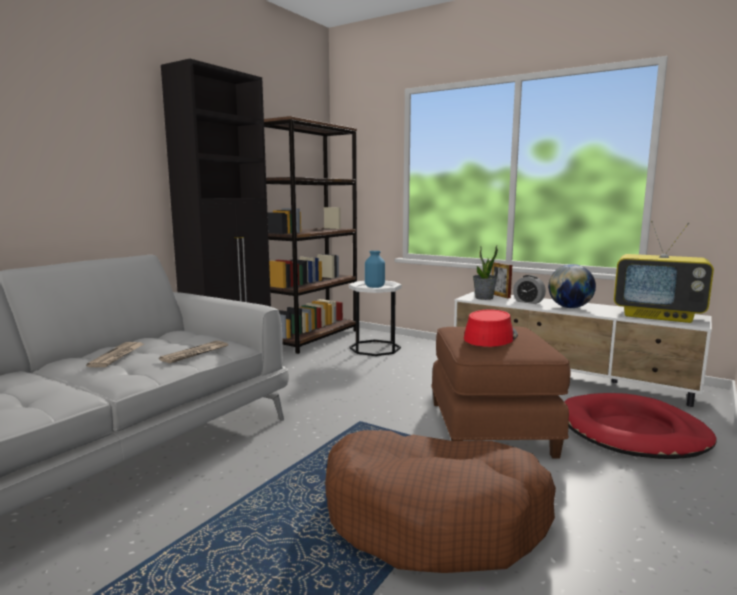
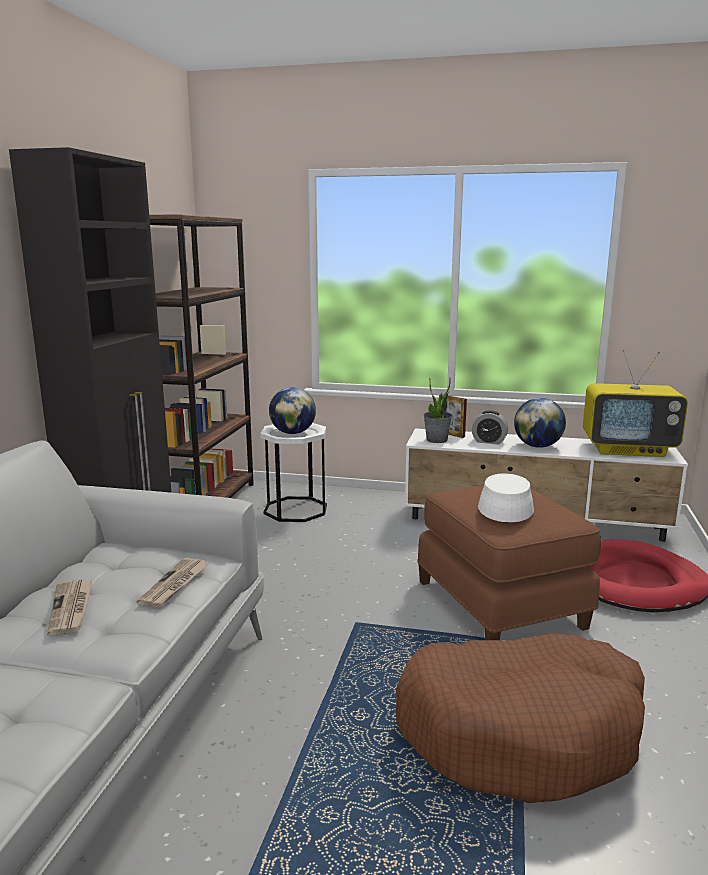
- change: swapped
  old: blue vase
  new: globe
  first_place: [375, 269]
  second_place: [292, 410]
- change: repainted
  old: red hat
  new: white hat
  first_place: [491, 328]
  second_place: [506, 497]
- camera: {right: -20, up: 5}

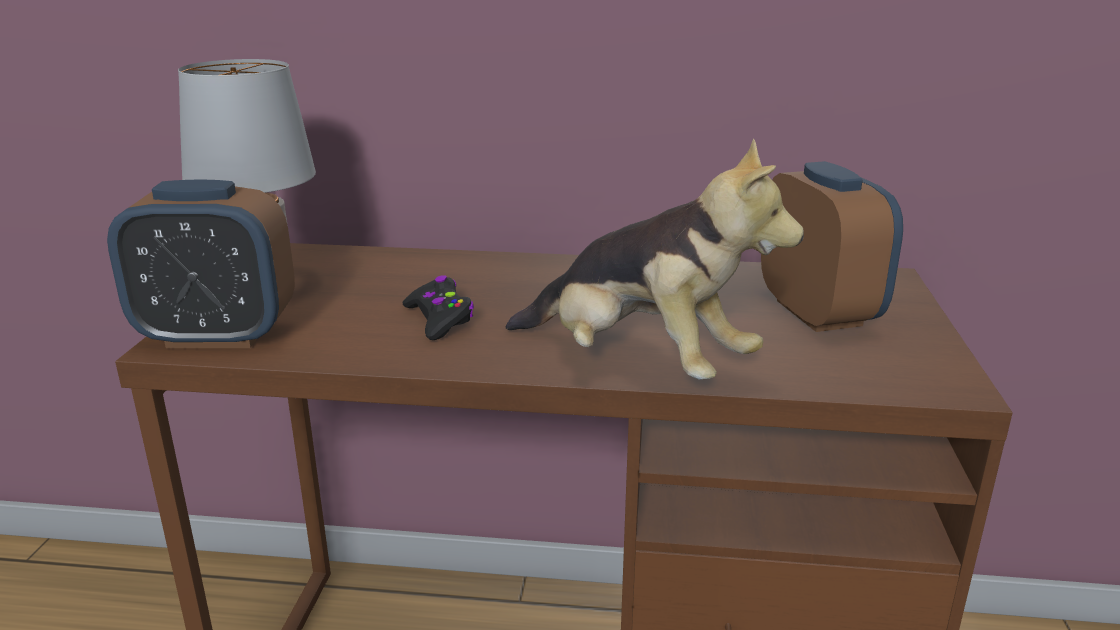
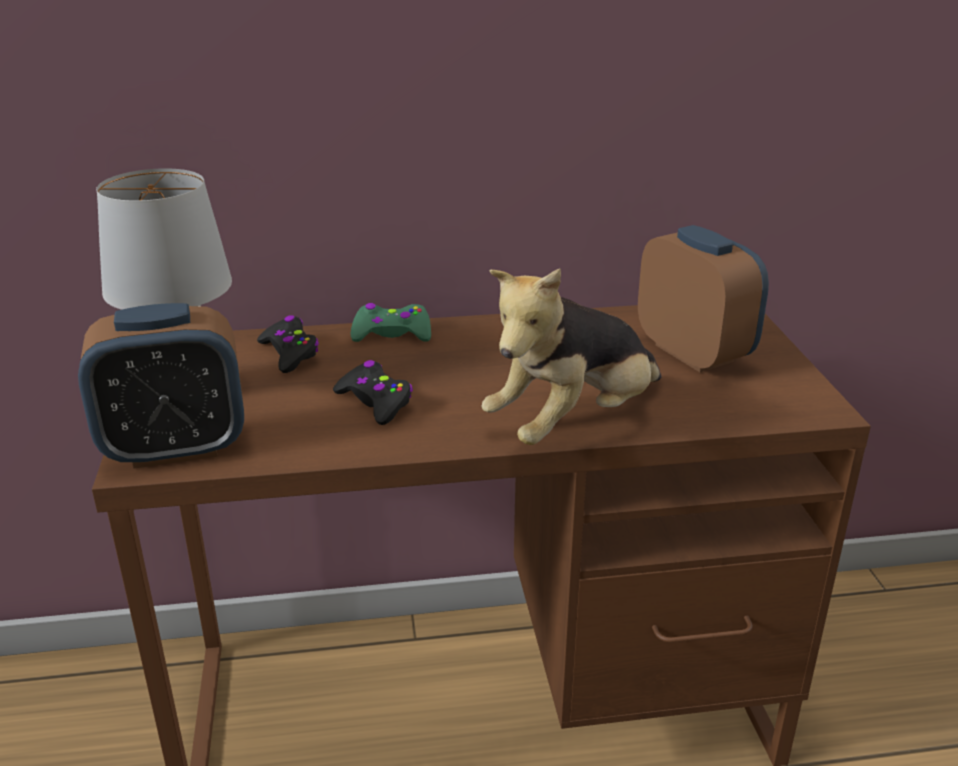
- change: new
  new: black game controller
  second_place: [288, 344]
- change: new
  new: green game controller
  second_place: [391, 322]
- change: rotated
  old: plush toy
  first_place: [654, 258]
  second_place: [571, 356]
  degrees: 120
- camera: {right: -15, up: 5}

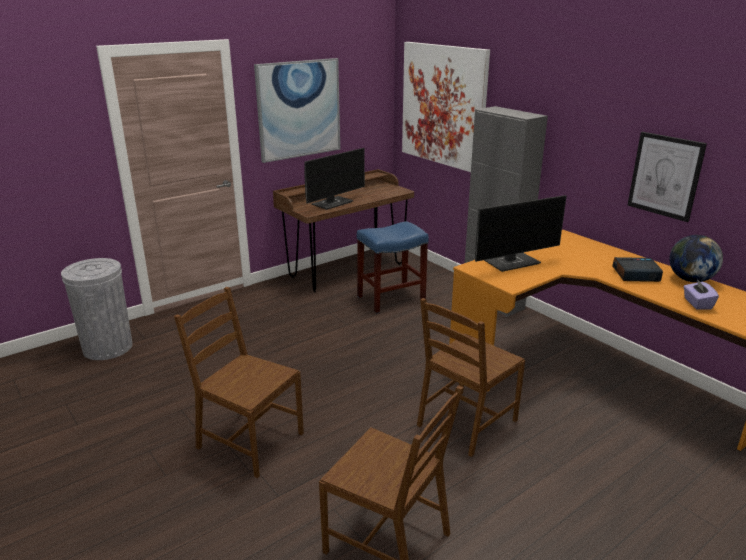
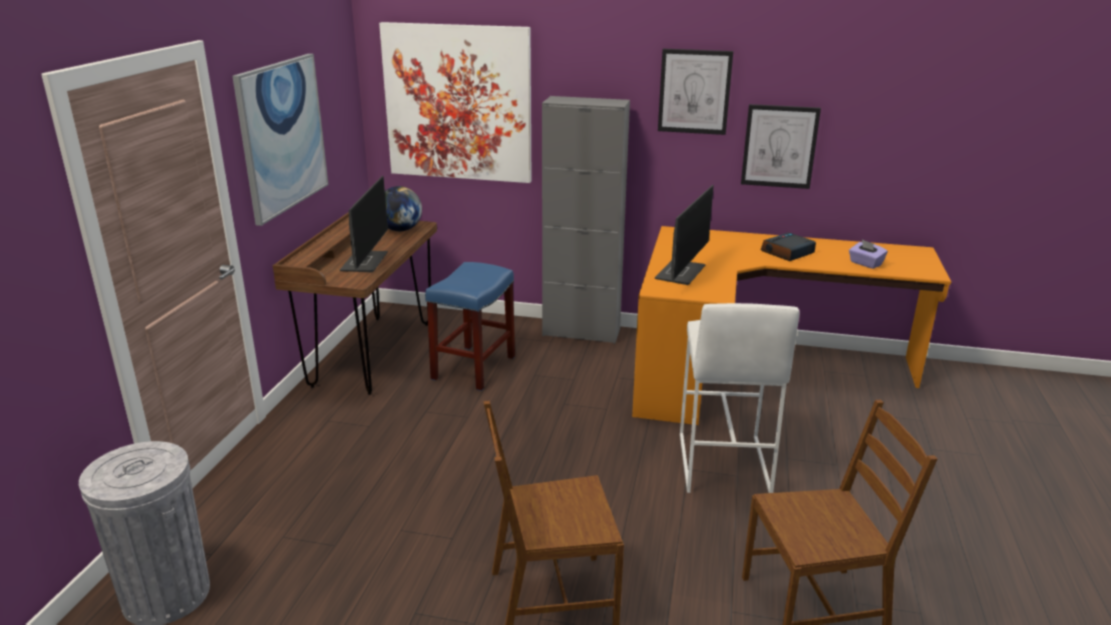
- change: new
  new: picture
  second_place: [695, 92]
- change: shifted
  old: globe
  first_place: [696, 258]
  second_place: [403, 208]
- change: swapped
  old: brown chair
  new: white stool
  first_place: [471, 377]
  second_place: [740, 398]
- camera: {right: -40, up: 0}

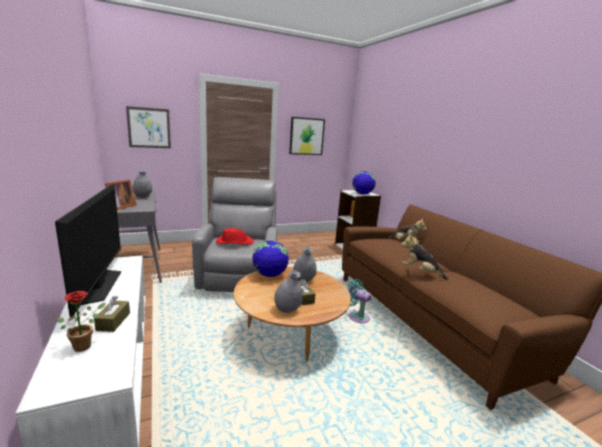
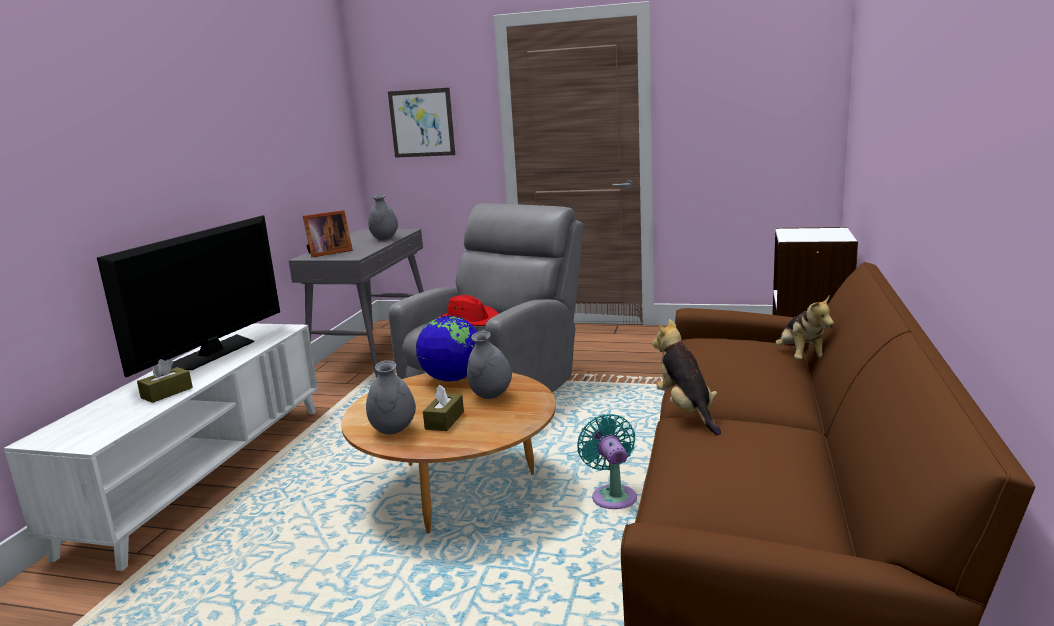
- change: gone
  old: potted plant
  first_place: [81, 321]
- change: gone
  old: picture
  first_place: [307, 136]
- change: gone
  old: globe
  first_place: [364, 182]
- camera: {right: 40, up: 0}

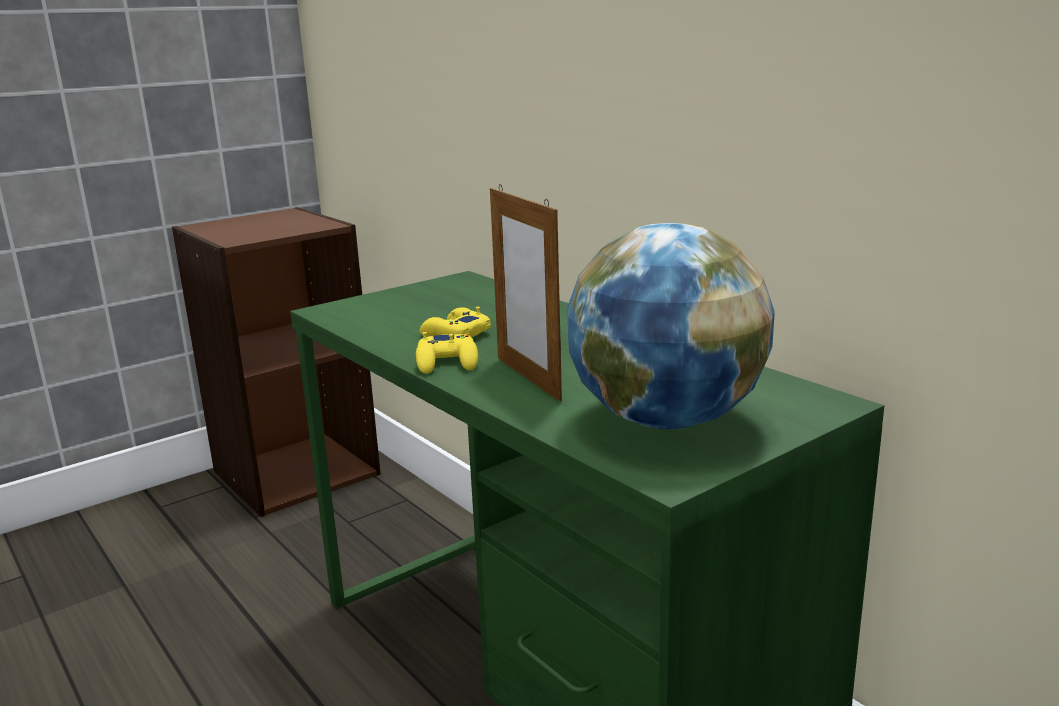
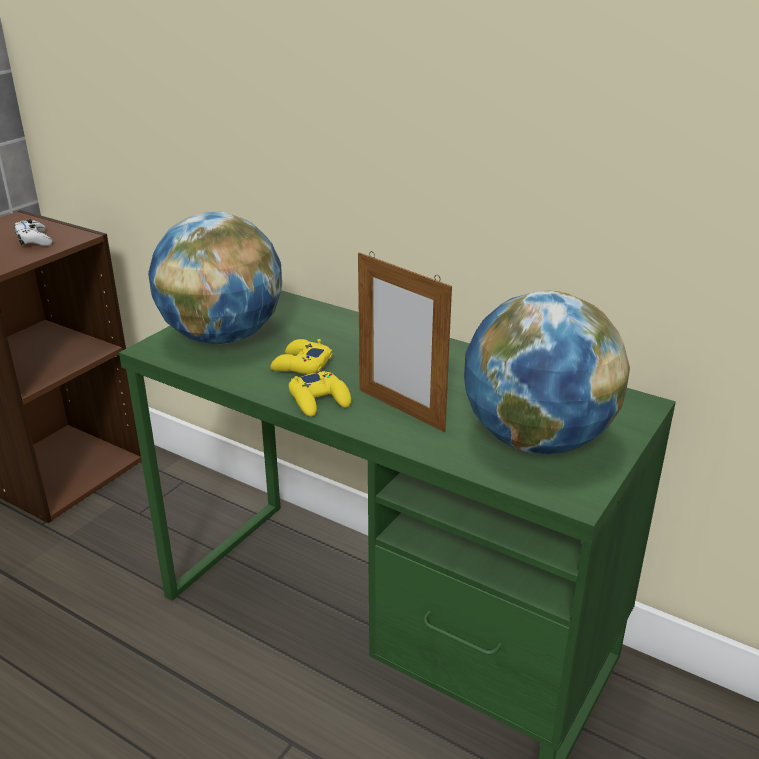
- change: new
  new: white game controller
  second_place: [33, 232]
- change: new
  new: globe
  second_place: [215, 277]
- camera: {right: -20, up: 10}

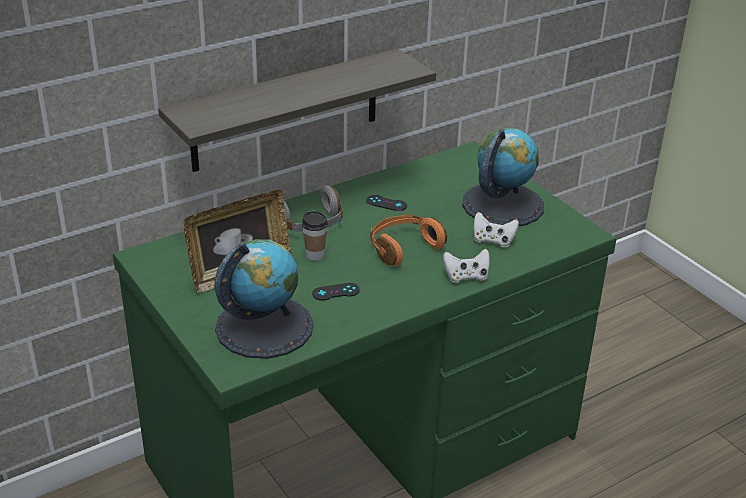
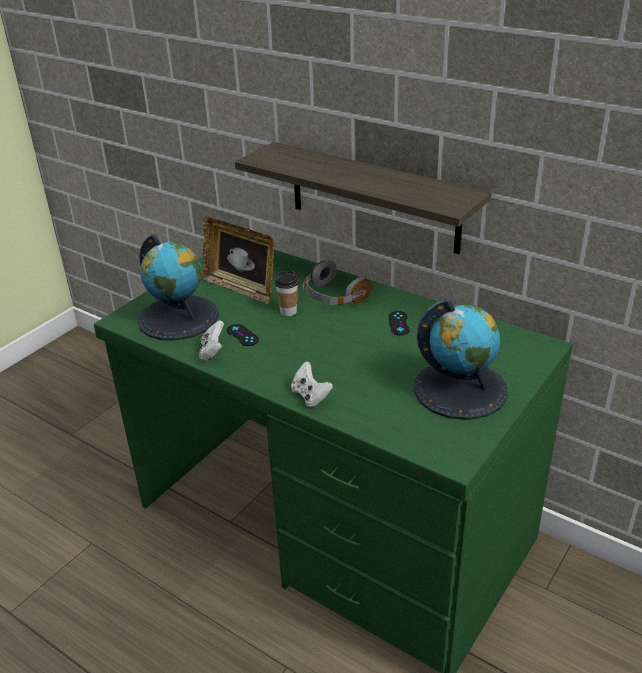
- change: gone
  old: orange headphones
  first_place: [408, 240]
- change: shifted
  old: white game controller
  first_place: [496, 230]
  second_place: [211, 340]
- camera: {right: 70, up: 0}

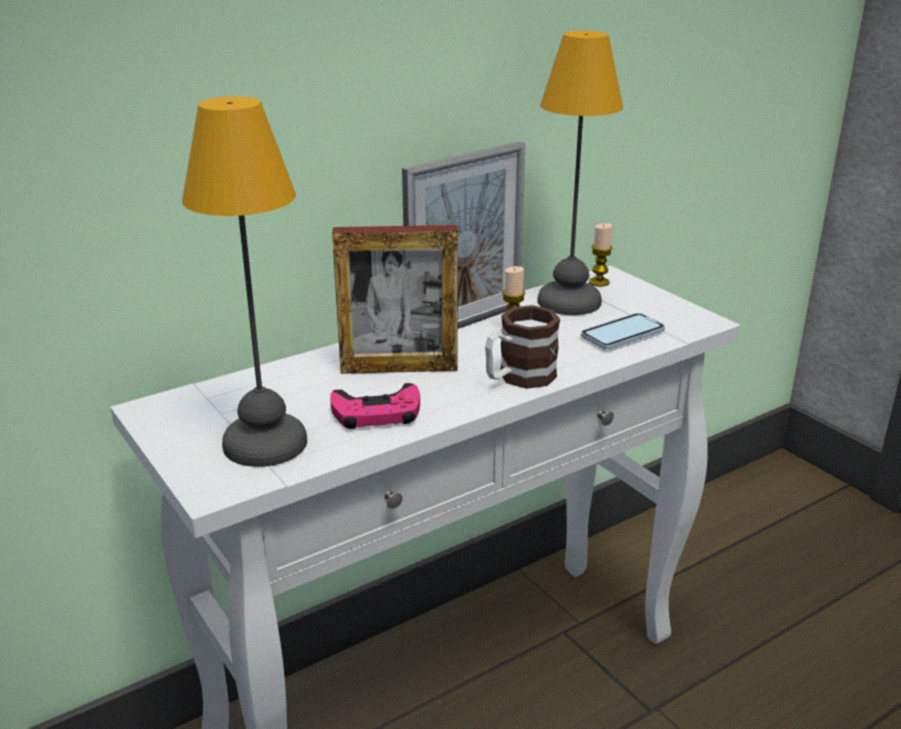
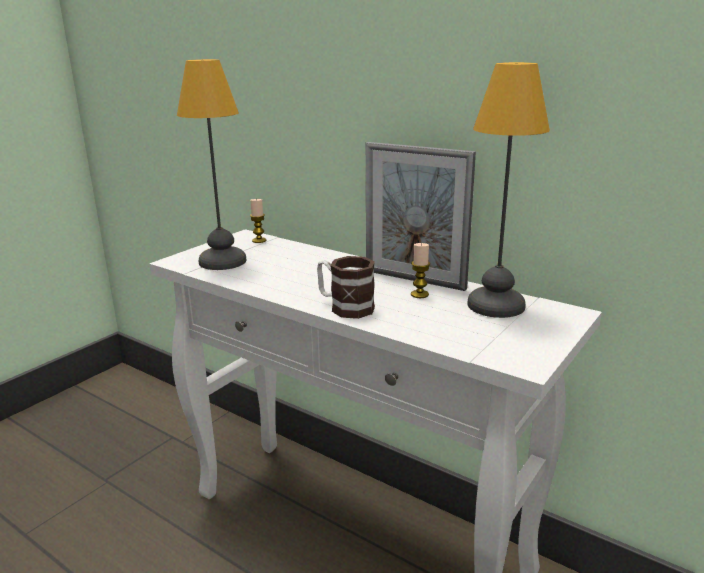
- change: gone
  old: pink game controller
  first_place: [375, 406]
- change: gone
  old: picture frame
  first_place: [395, 299]
- change: gone
  old: phone
  first_place: [623, 331]
- change: shifted
  old: candle
  first_place: [601, 255]
  second_place: [258, 221]
- camera: {right: 70, up: -5}

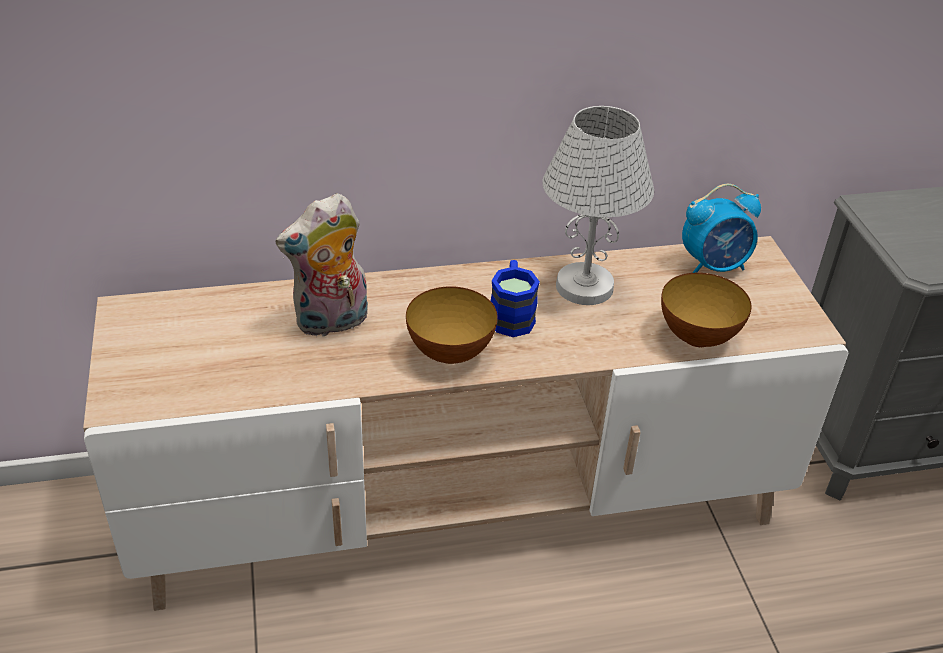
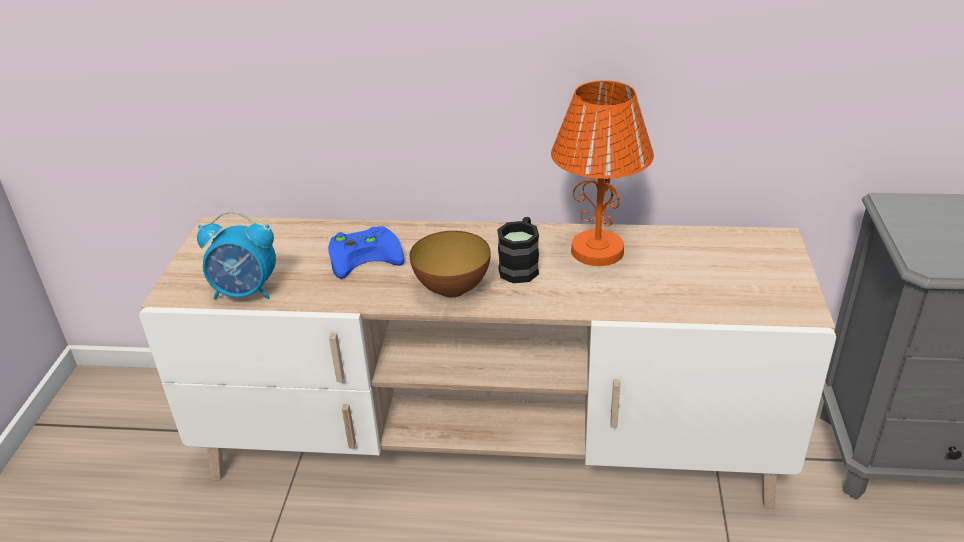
- change: gone
  old: bowl
  first_place: [706, 309]
- change: shifted
  old: alarm clock
  first_place: [721, 228]
  second_place: [236, 255]
- change: swapped
  old: plush toy
  new: blue game controller
  first_place: [322, 265]
  second_place: [366, 252]
- change: repainted
  old: blue mug
  new: black mug
  first_place: [515, 298]
  second_place: [518, 250]
- change: repainted
  old: white table lamp
  new: orange table lamp
  first_place: [598, 205]
  second_place: [602, 173]
- camera: {right: 20, up: -5}

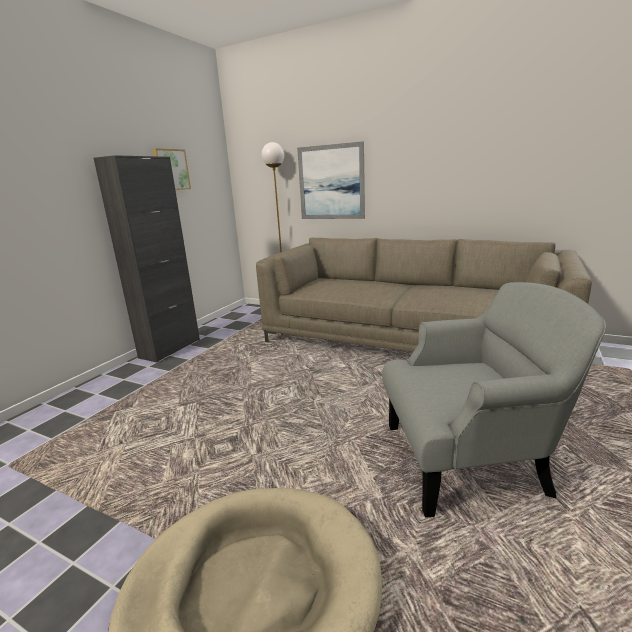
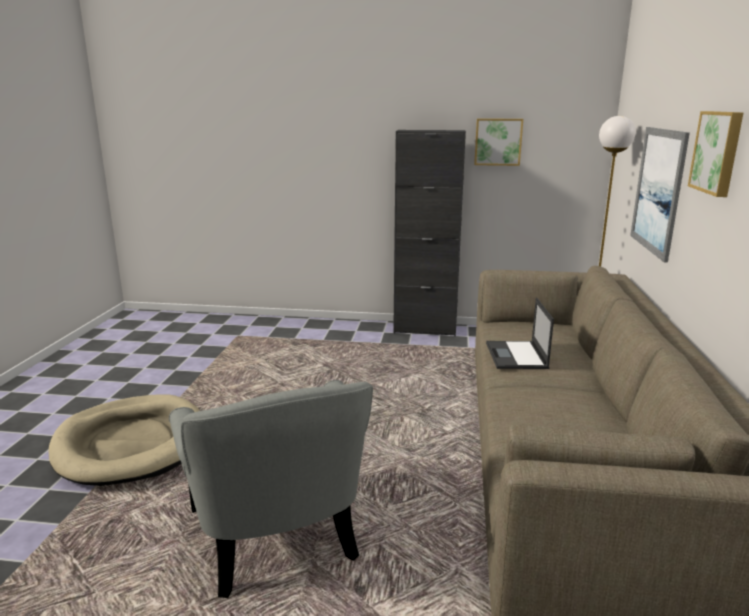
- change: new
  new: laptop
  second_place: [520, 333]
- change: new
  new: picture
  second_place: [715, 154]
- camera: {right: 70, up: 0}

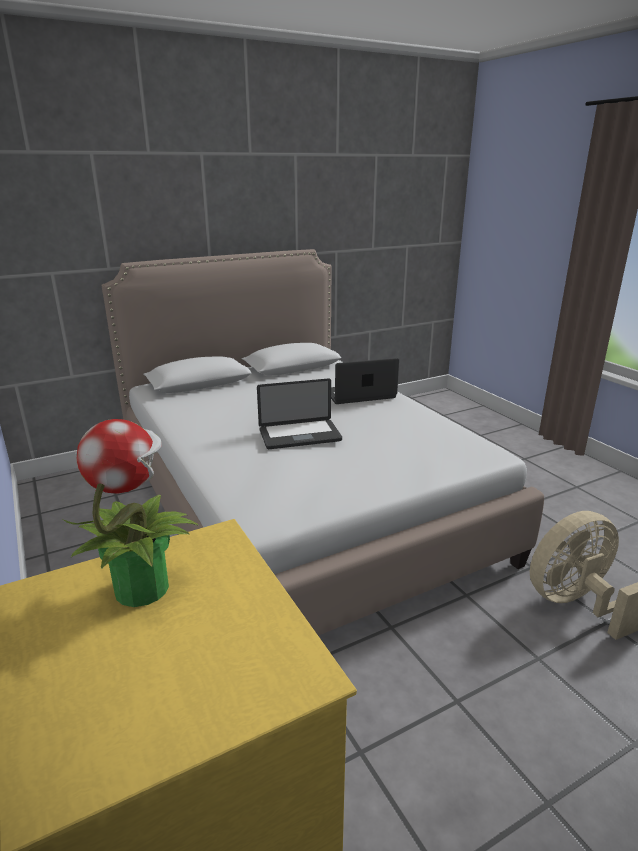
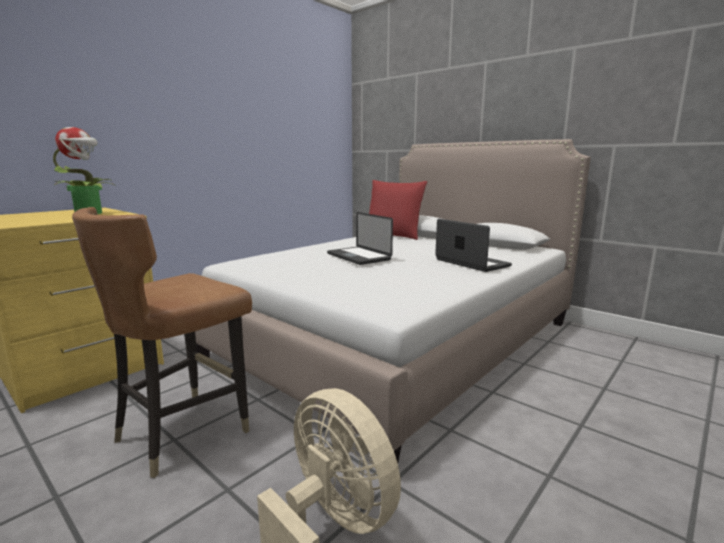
- change: new
  new: brown chair
  second_place: [162, 342]
- change: new
  new: red pillow
  second_place: [398, 210]
- camera: {right: 70, up: -10}

